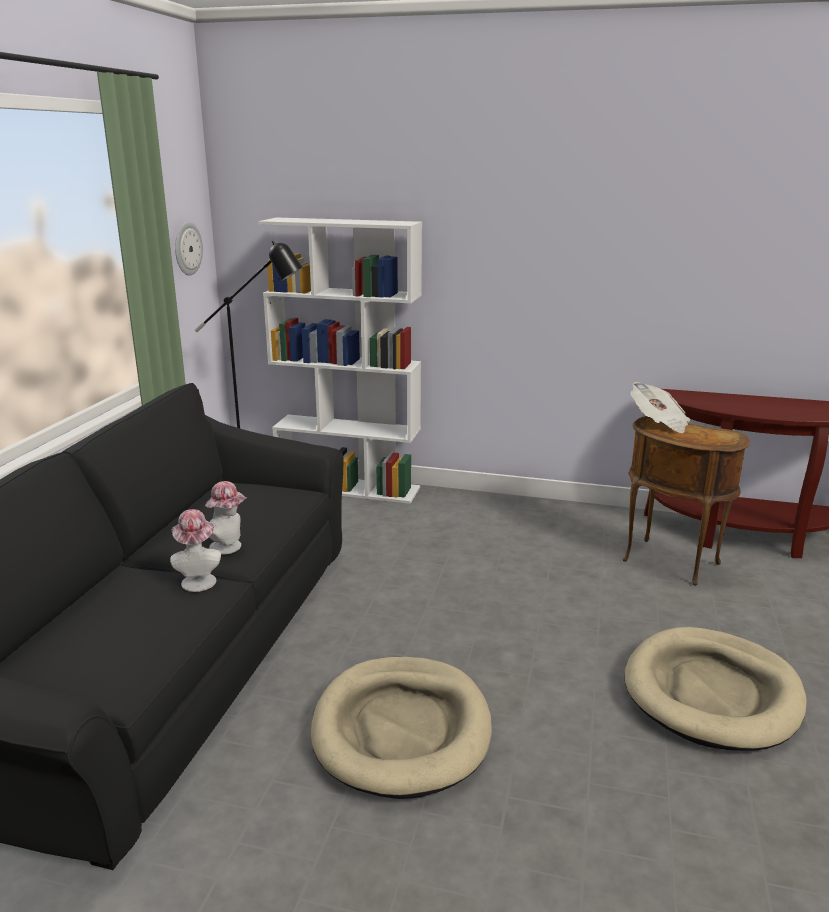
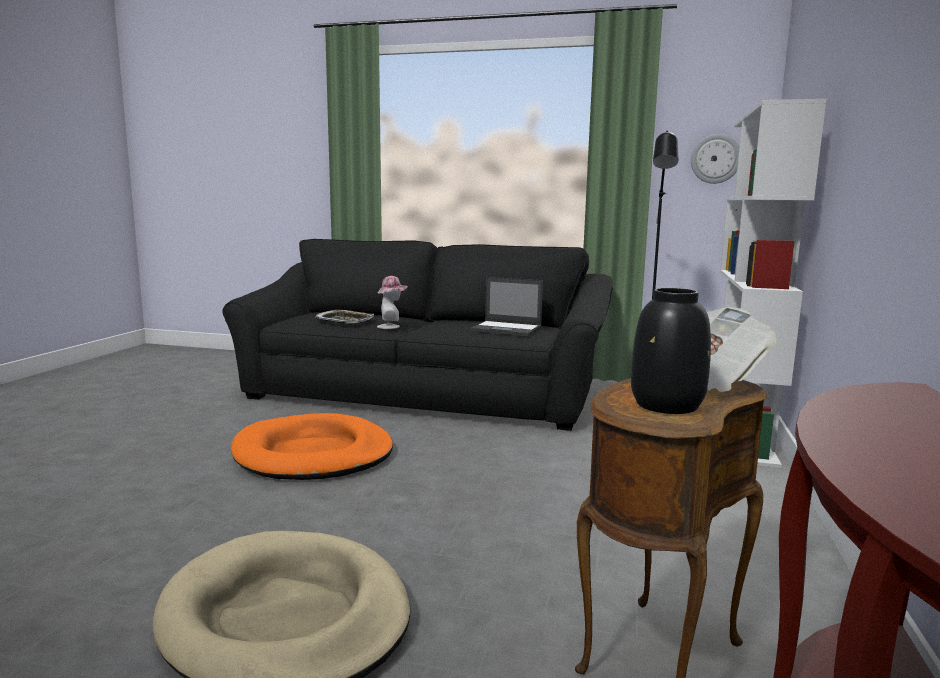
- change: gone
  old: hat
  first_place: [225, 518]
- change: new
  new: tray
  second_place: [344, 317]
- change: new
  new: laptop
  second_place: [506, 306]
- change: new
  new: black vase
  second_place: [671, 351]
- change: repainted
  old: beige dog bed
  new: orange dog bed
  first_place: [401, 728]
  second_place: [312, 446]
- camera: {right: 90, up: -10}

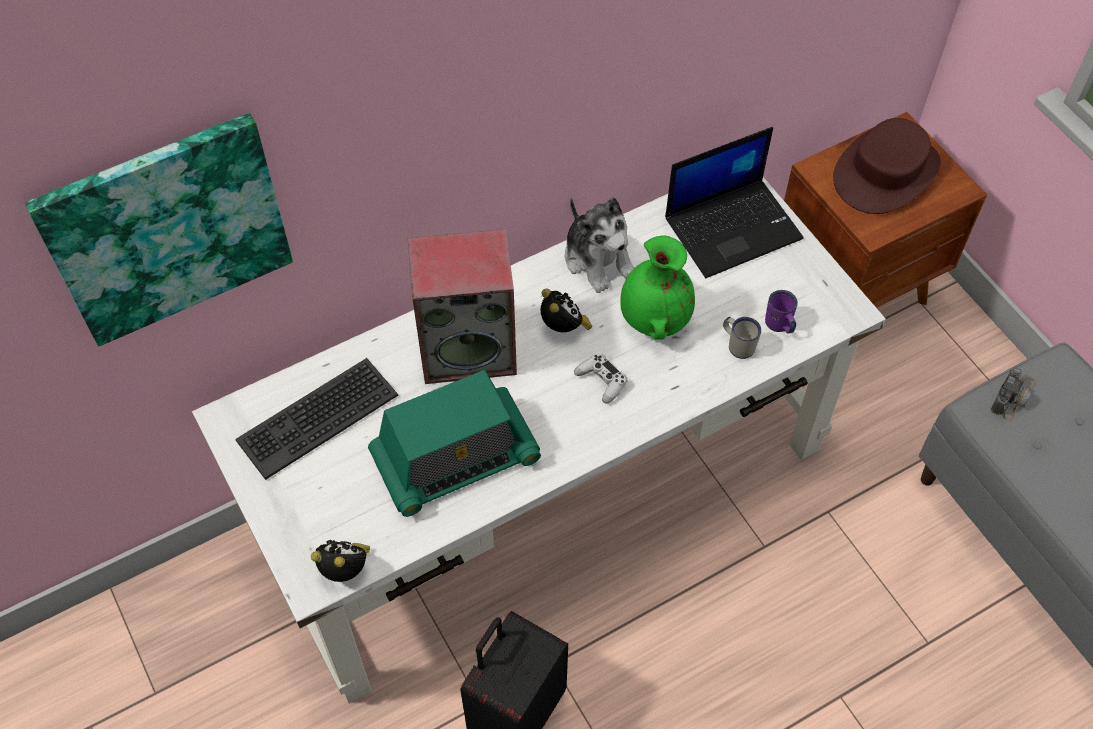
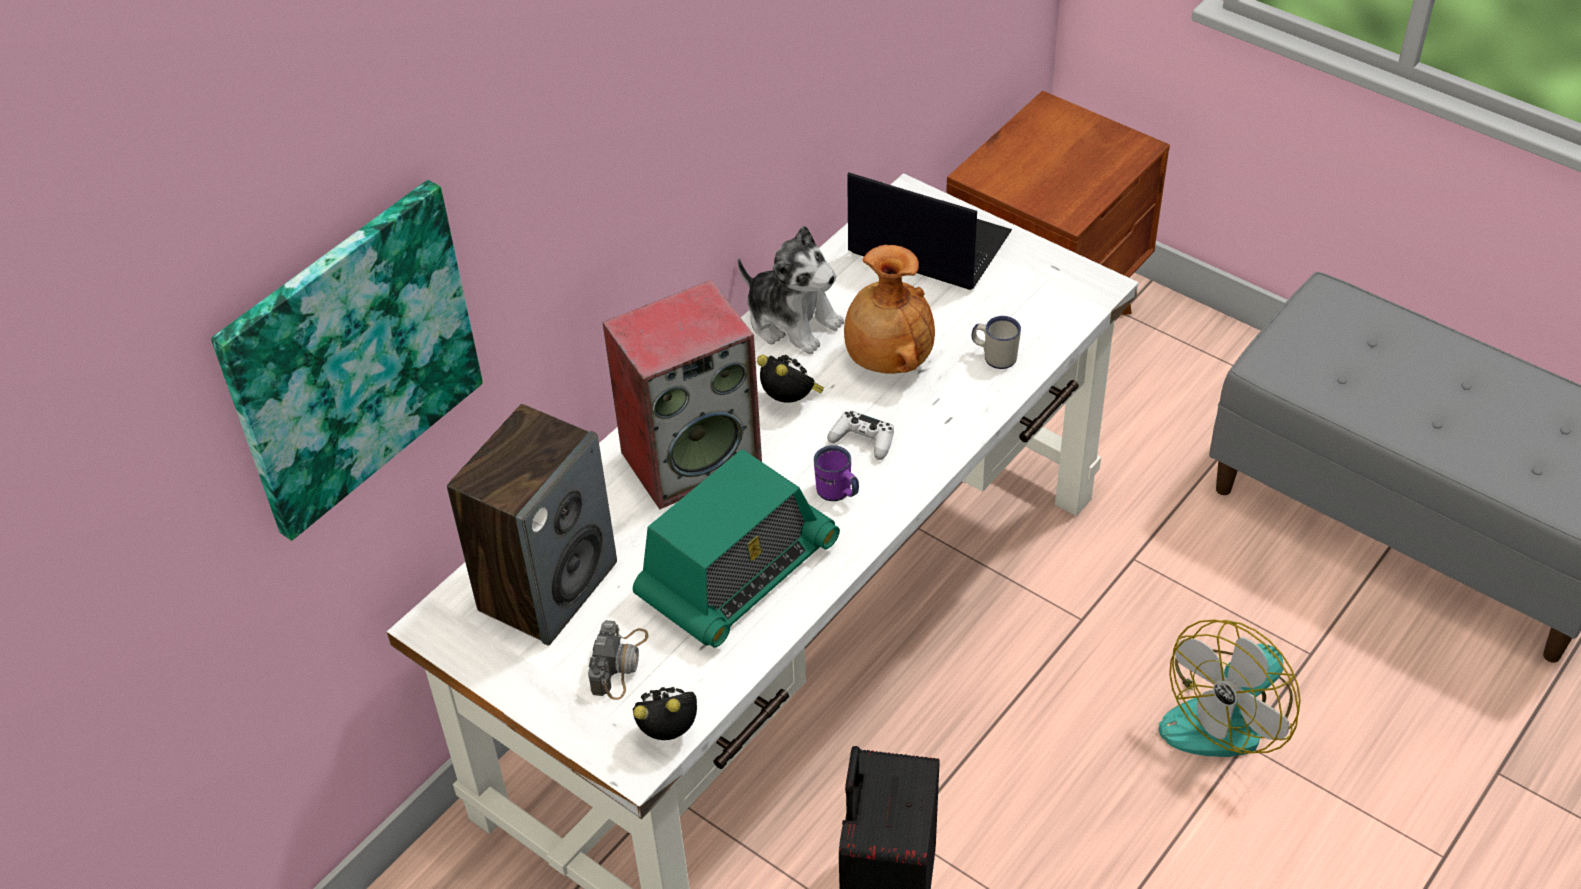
- change: gone
  old: brown hat
  first_place: [887, 166]
- change: new
  new: fan
  second_place: [1230, 688]
- change: shifted
  old: purple mug
  first_place: [781, 312]
  second_place: [836, 473]
- change: shifted
  old: photo camera
  first_place: [1013, 394]
  second_place: [618, 660]
- change: swapped
  old: keyboard
  new: speaker
  first_place: [317, 419]
  second_place: [532, 525]
- change: repainted
  old: green vase
  new: brown vase
  first_place: [657, 287]
  second_place: [889, 309]
- change: rotated
  old: laptop
  first_place: [734, 202]
  second_place: [929, 231]
  degrees: -105
- camera: {right: -20, up: -10}

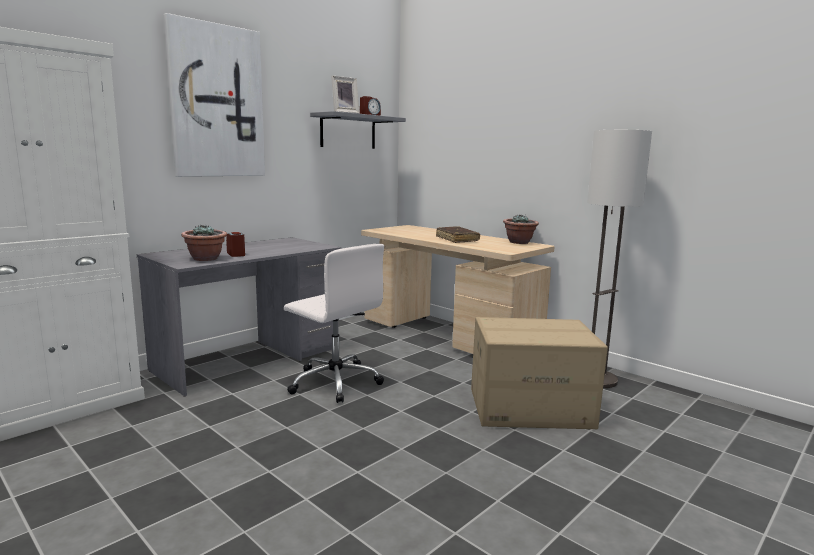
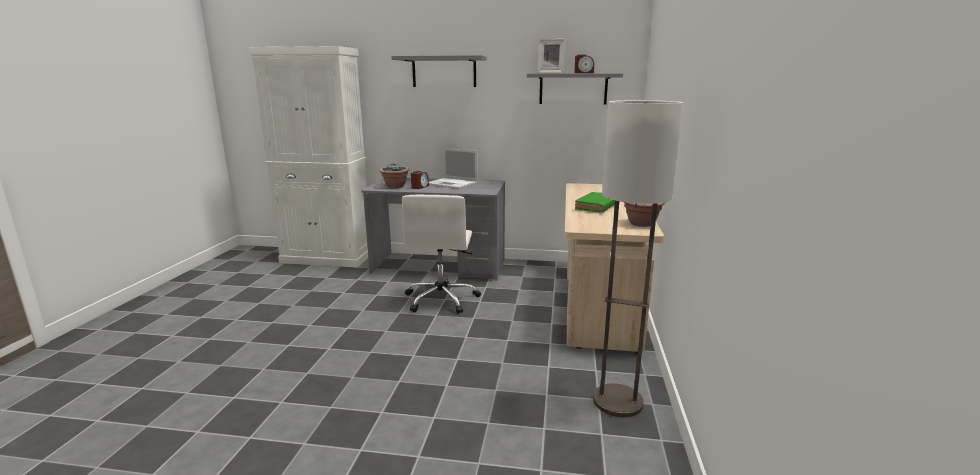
- change: gone
  old: cardboard box
  first_place: [539, 373]
- change: new
  new: laptop
  second_place: [453, 168]
- change: swapped
  old: picture
  new: grey shelf
  first_place: [214, 95]
  second_place: [439, 71]
- change: repainted
  old: brown book
  new: green book
  first_place: [458, 234]
  second_place: [595, 202]
- camera: {right: 55, up: 5}

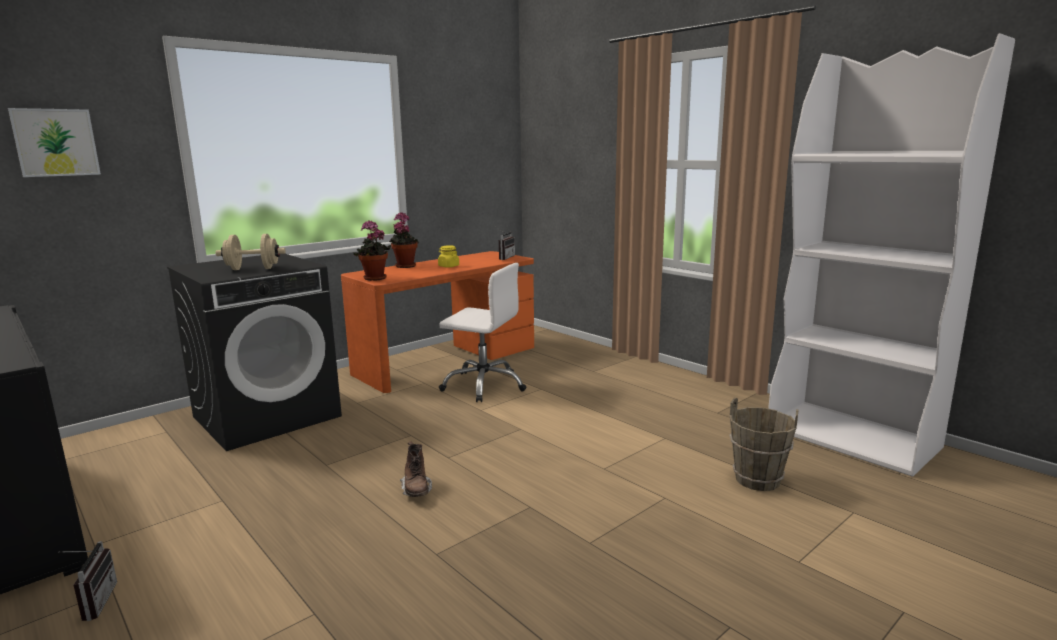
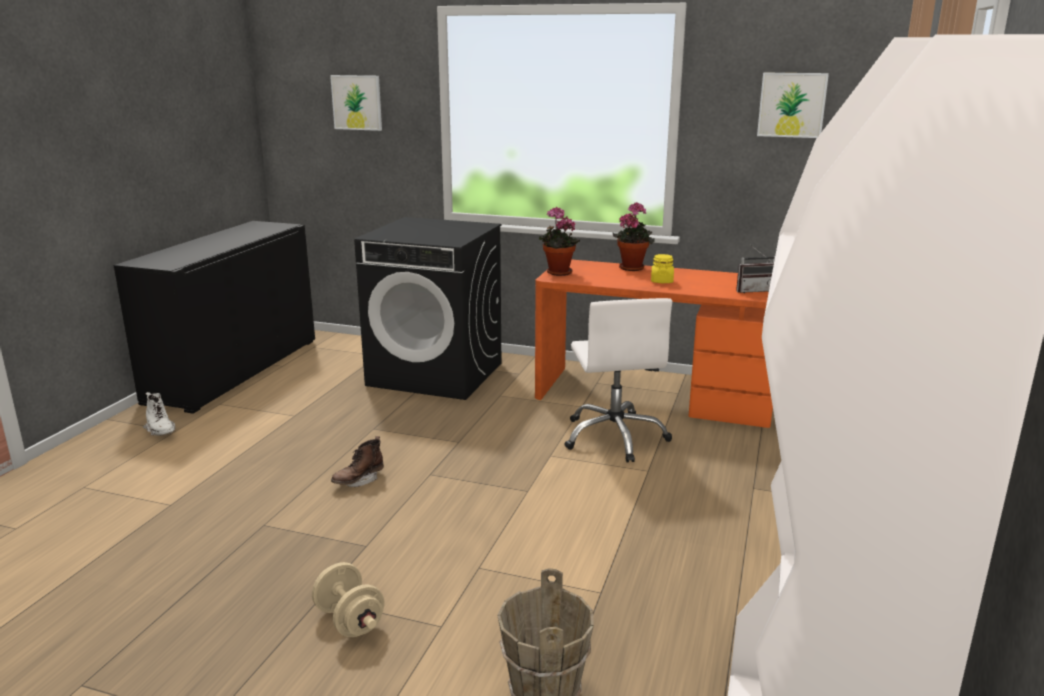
- change: new
  new: picture
  second_place: [793, 105]
- change: shifted
  old: beige dumbbell
  first_place: [251, 252]
  second_place: [348, 599]
- change: swapped
  old: radio
  new: white boot
  first_place: [88, 581]
  second_place: [159, 414]
- camera: {right: 60, up: 5}

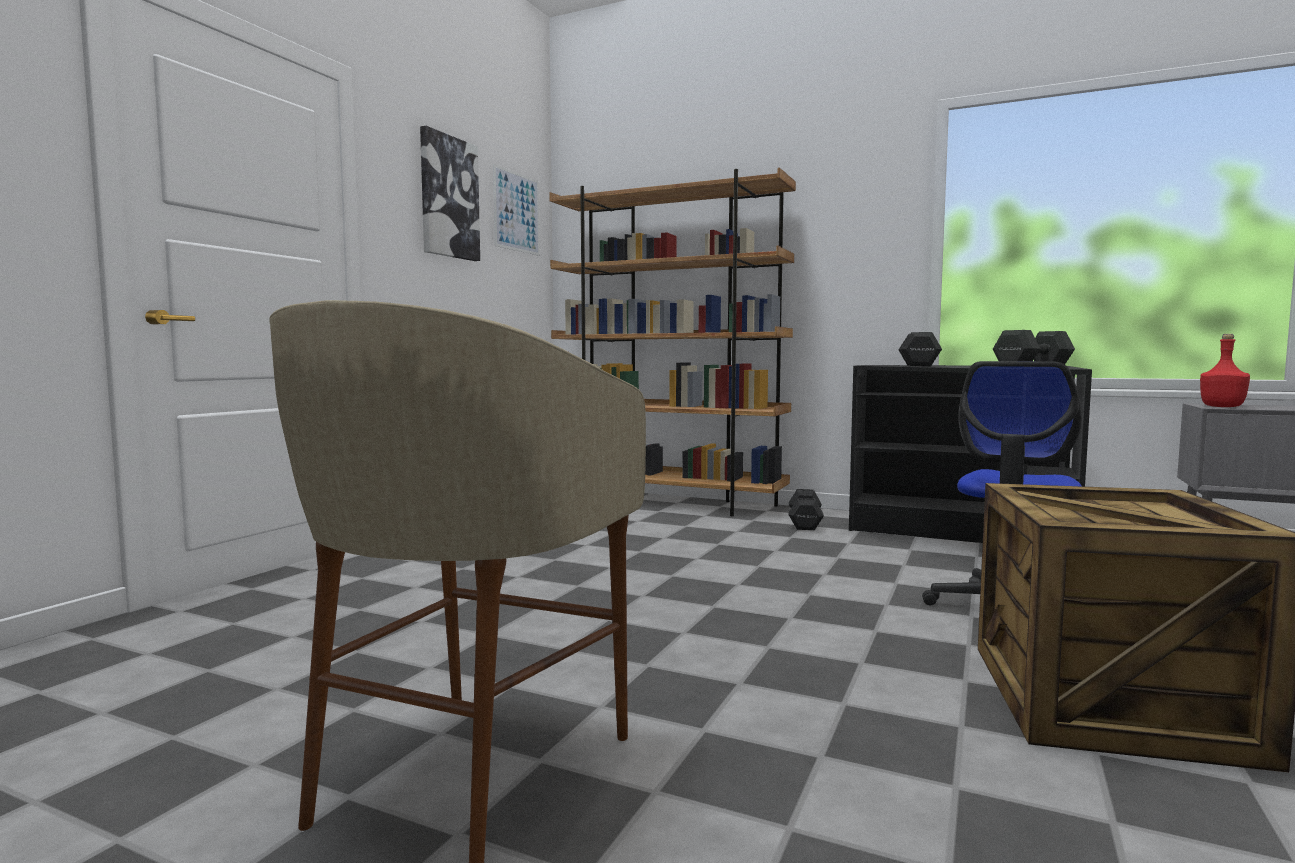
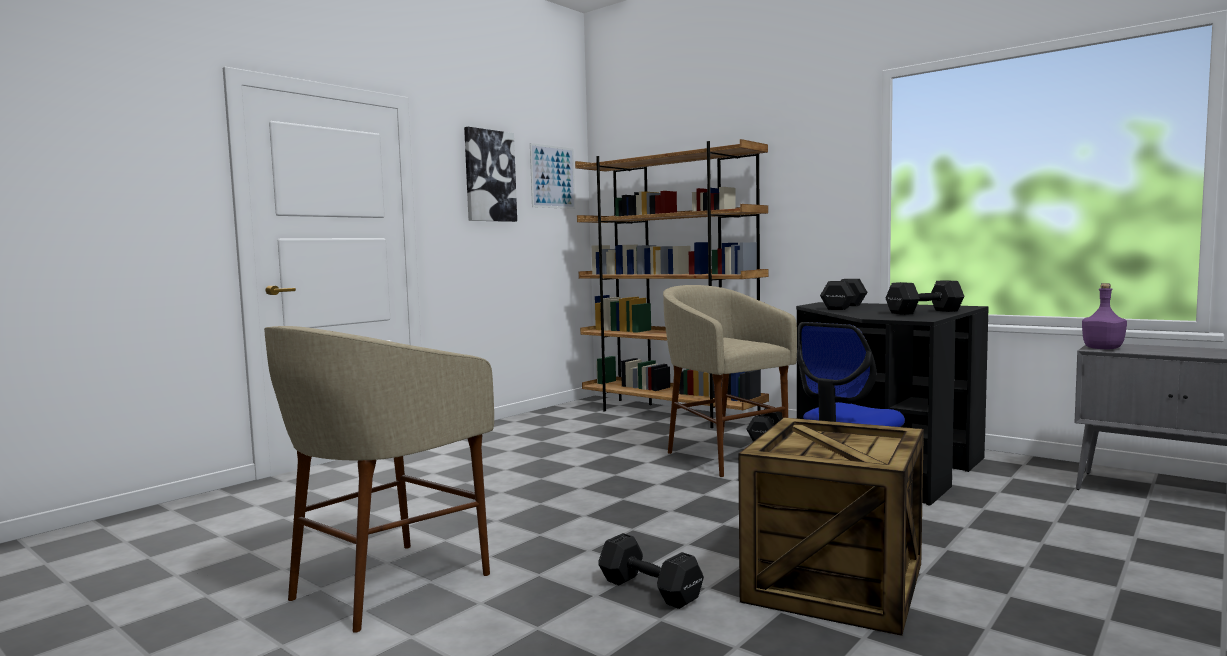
- change: new
  new: black dumbbell
  second_place: [651, 571]
- change: new
  new: beige stool
  second_place: [730, 381]
- change: repainted
  old: red bottle
  new: purple bottle
  first_place: [1225, 370]
  second_place: [1104, 316]
- camera: {right: 15, up: 0}

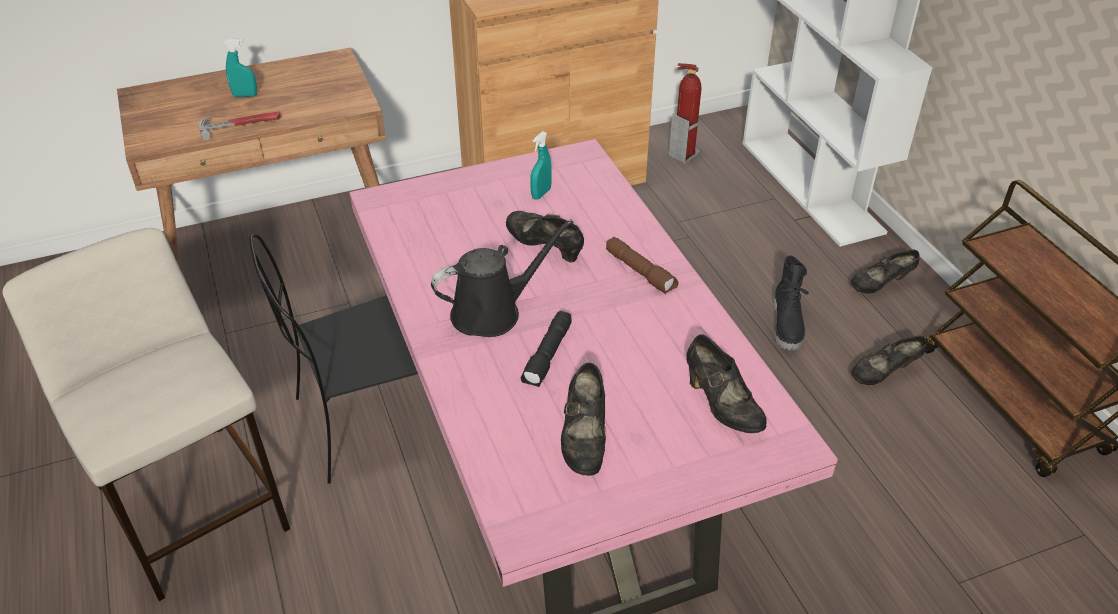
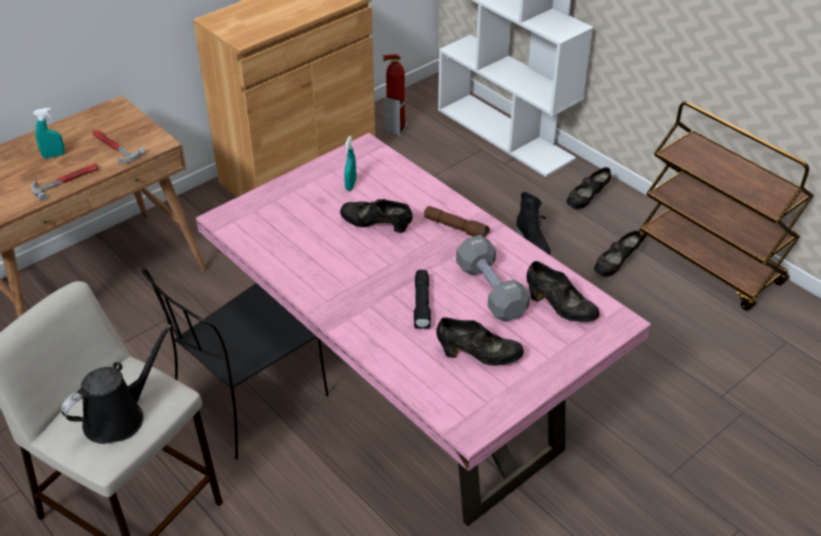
- change: new
  new: hammer
  second_place: [119, 146]
- change: new
  new: grey dumbbell
  second_place: [493, 278]
- change: shifted
  old: black watering can
  first_place: [502, 278]
  second_place: [116, 384]
- change: rotated
  old: black shoe
  first_place: [583, 419]
  second_place: [480, 341]
  degrees: -60
- camera: {right: -20, up: 0}

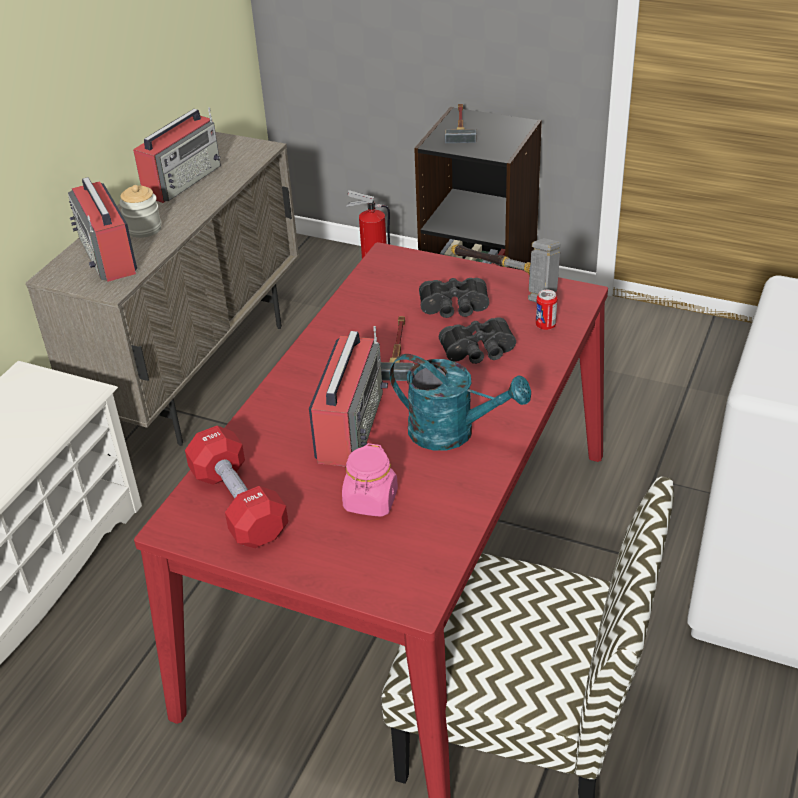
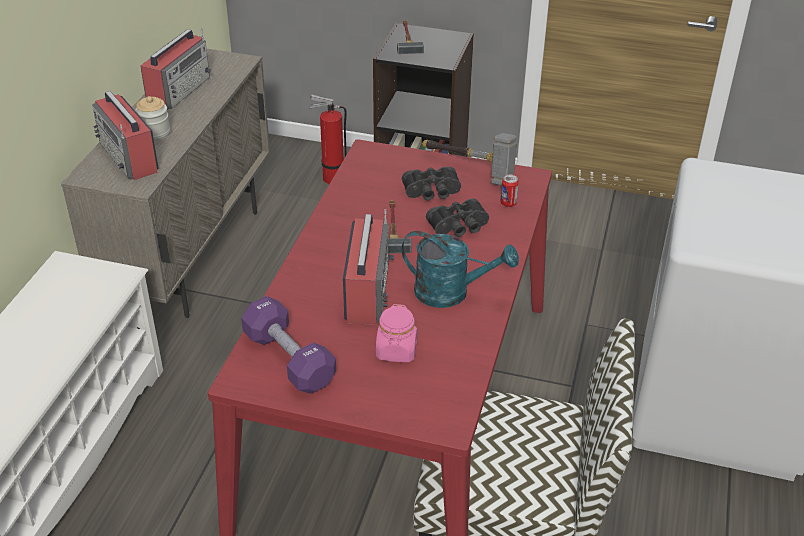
- change: repainted
  old: red dumbbell
  new: purple dumbbell
  first_place: [236, 487]
  second_place: [288, 345]
- camera: {right: -10, up: 0}

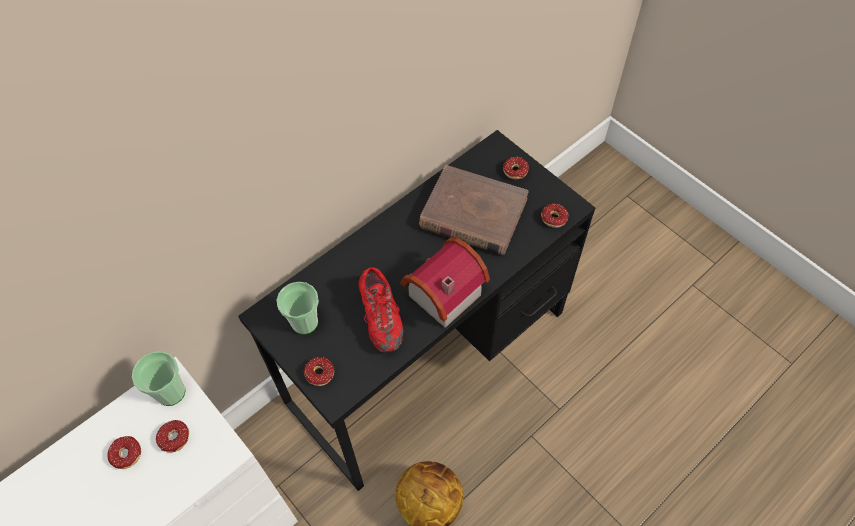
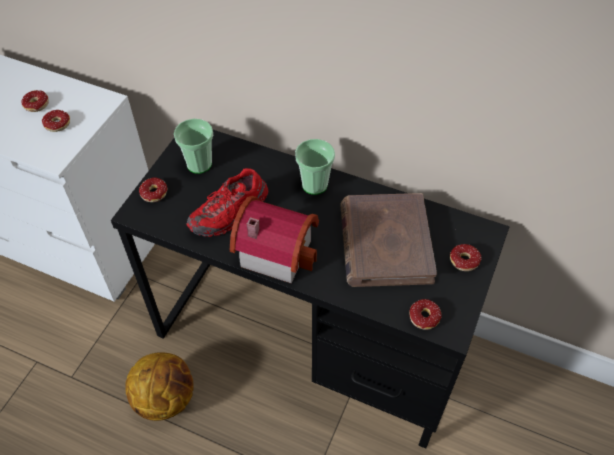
- change: shifted
  old: cup
  first_place: [159, 378]
  second_place: [315, 167]
- camera: {right: 65, up: -5}

